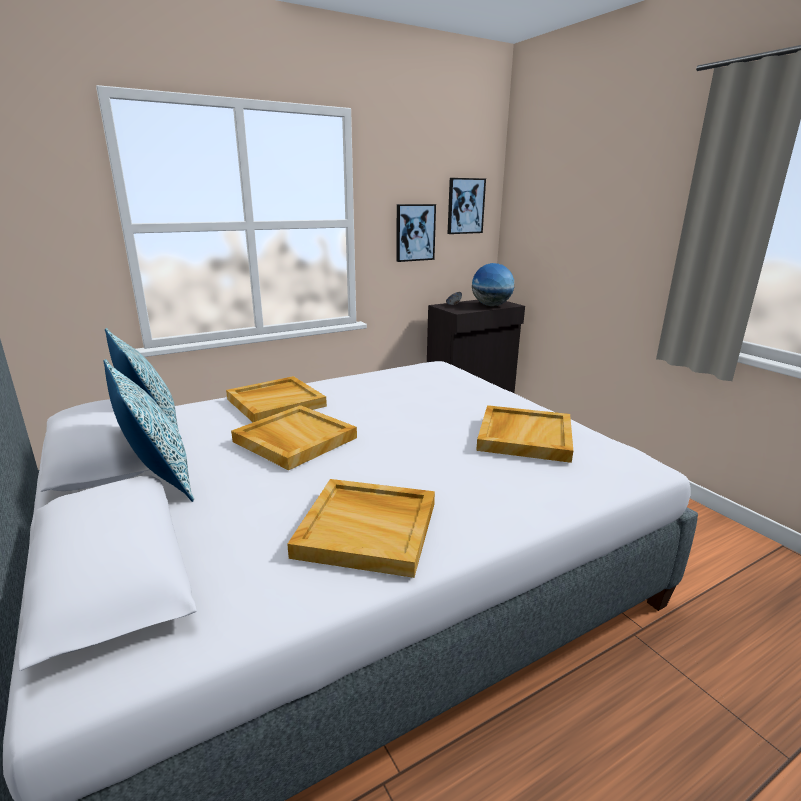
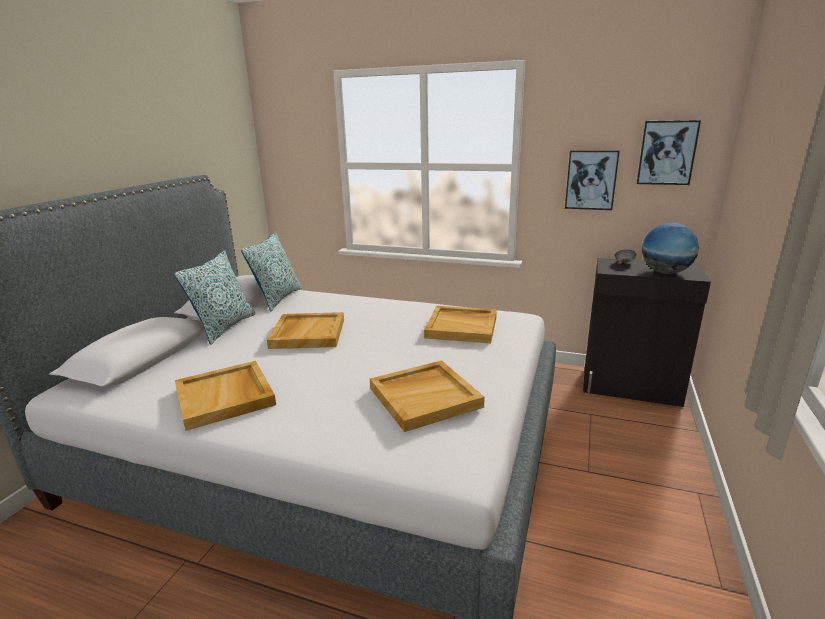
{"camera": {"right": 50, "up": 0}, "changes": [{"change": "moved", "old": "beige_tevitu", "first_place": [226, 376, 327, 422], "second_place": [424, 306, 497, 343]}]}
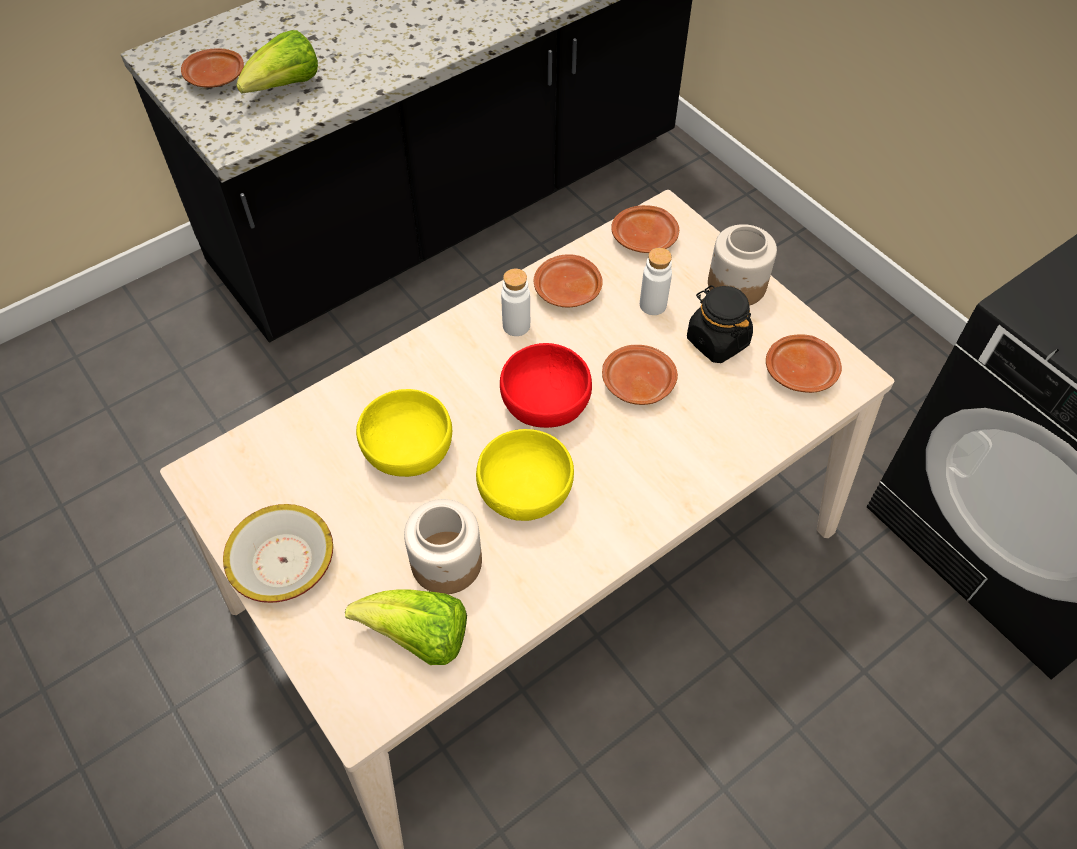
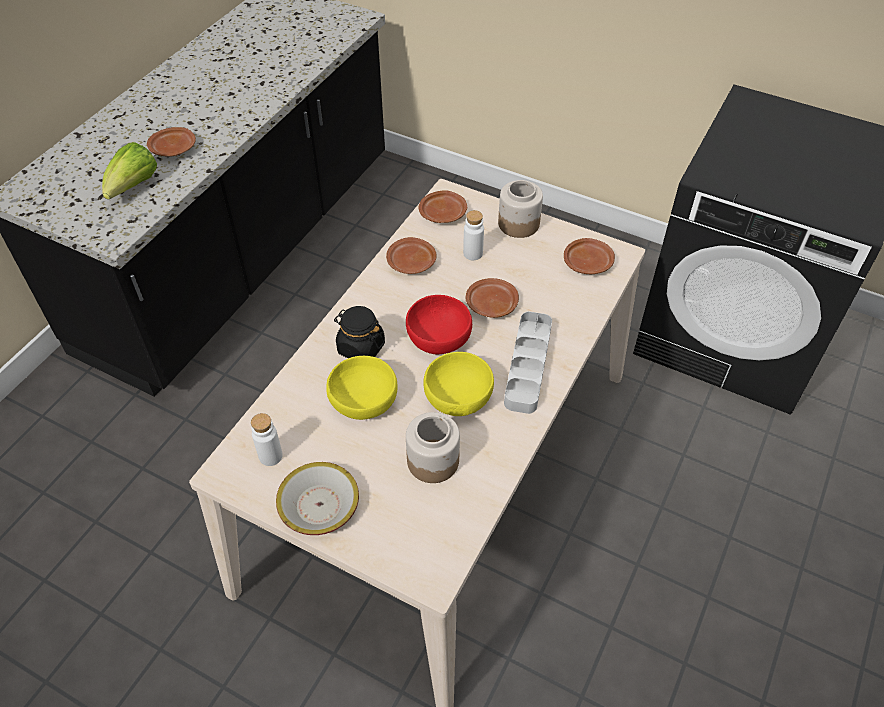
{"camera": {"right": -25, "up": -5}, "changes": [{"change": "moved", "old": "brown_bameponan", "first_place": [181, 48, 244, 88], "second_place": [147, 127, 196, 157]}, {"change": "removed", "old": "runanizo", "first_place": [345, 589, 467, 665]}, {"change": "moved", "old": "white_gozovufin", "first_place": [501, 269, 530, 336], "second_place": [251, 413, 283, 466]}, {"change": "moved", "old": "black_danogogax", "first_place": [687, 285, 753, 363], "second_place": [334, 306, 385, 358]}, {"change": "added", "new": "grey_tevitu", "second_place": [504, 311, 552, 414]}]}
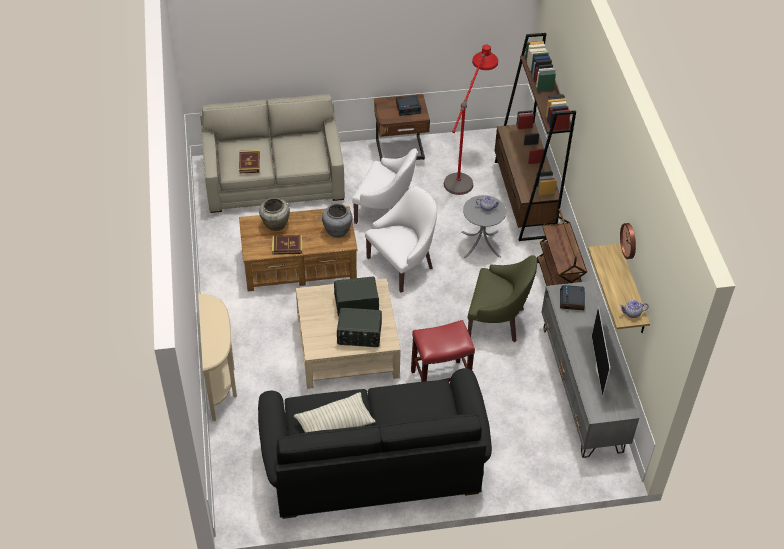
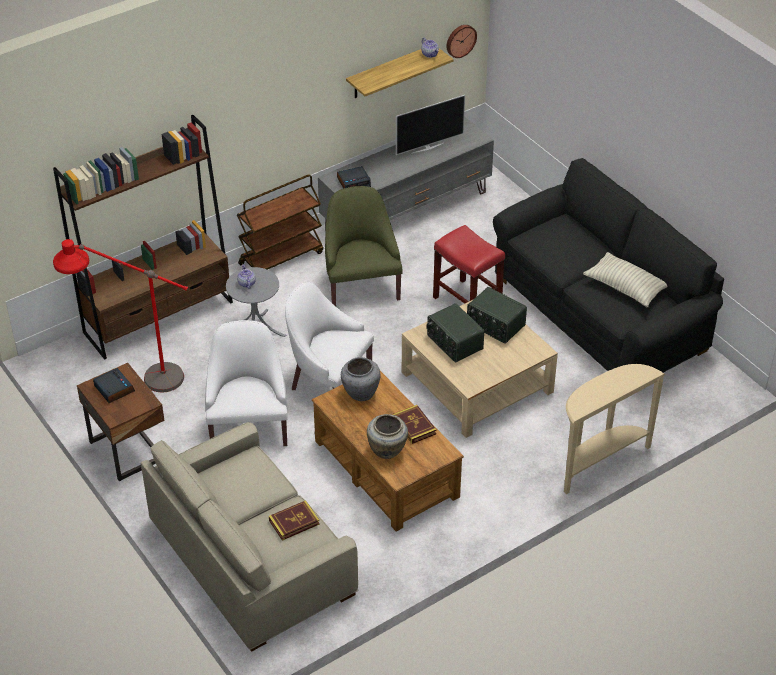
{"camera": {"right": -115, "up": -5}, "changes": [{"change": "turned", "old": "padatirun", "first_place": [337, 308, 382, 347], "second_place": [467, 287, 527, 344], "degrees": 150}, {"change": "moved", "old": "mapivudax", "first_place": [620, 223, 636, 259], "second_place": [447, 25, 477, 58]}]}
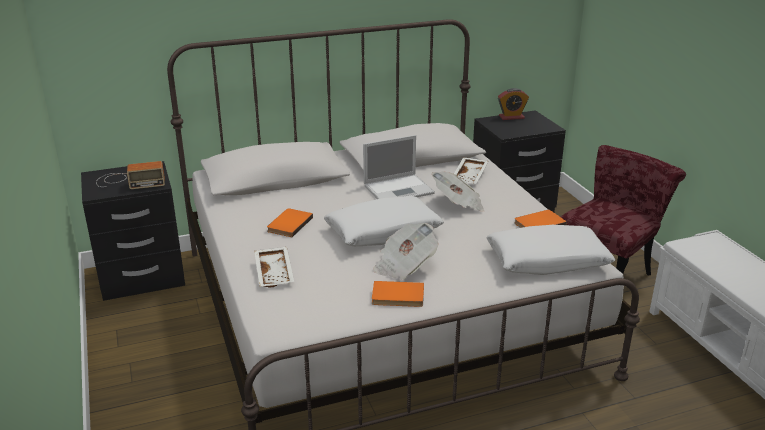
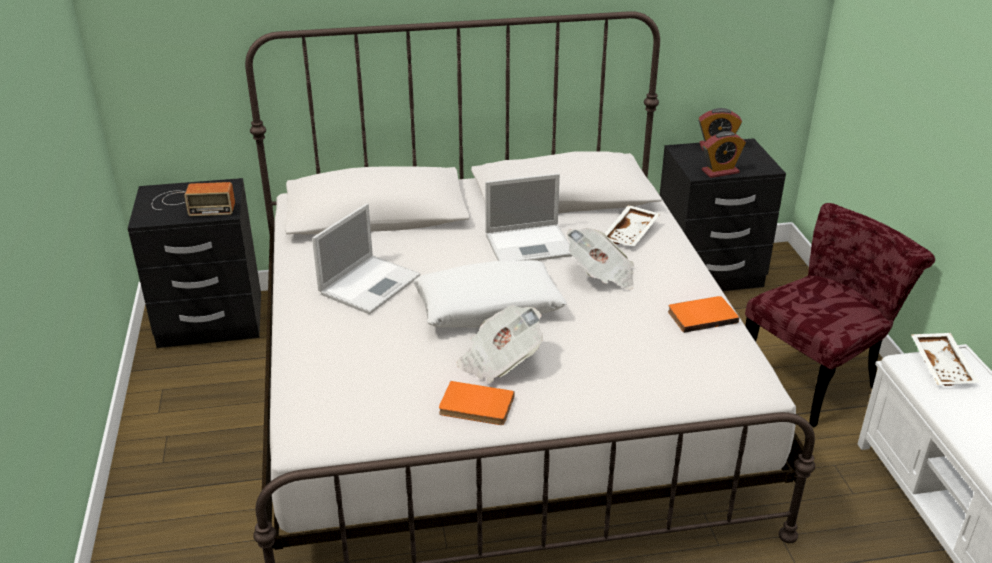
{"camera": {"right": 10, "up": 5}, "changes": [{"change": "moved", "old": "white_tevitu", "first_place": [254, 247, 294, 288], "second_place": [911, 333, 979, 386]}, {"change": "replaced", "old": "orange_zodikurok", "new": "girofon", "first_place": [267, 208, 313, 237], "second_place": [312, 203, 420, 314]}, {"change": "removed", "old": "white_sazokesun", "first_place": [486, 225, 615, 275]}, {"change": "added", "new": "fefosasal", "second_place": [702, 131, 746, 178]}]}
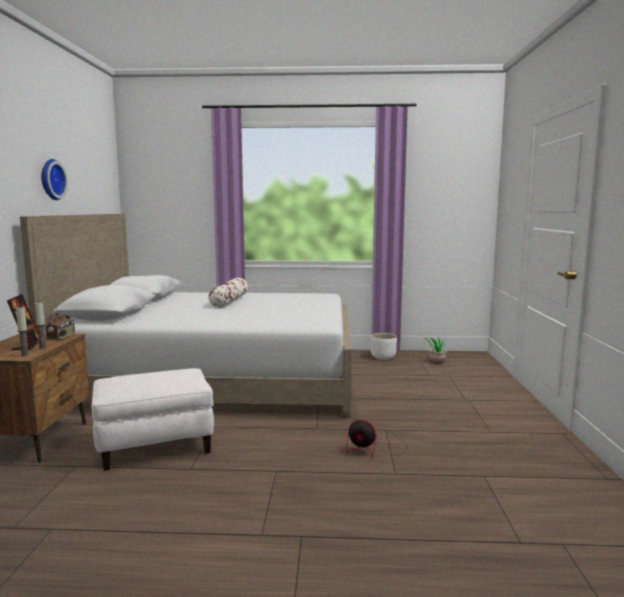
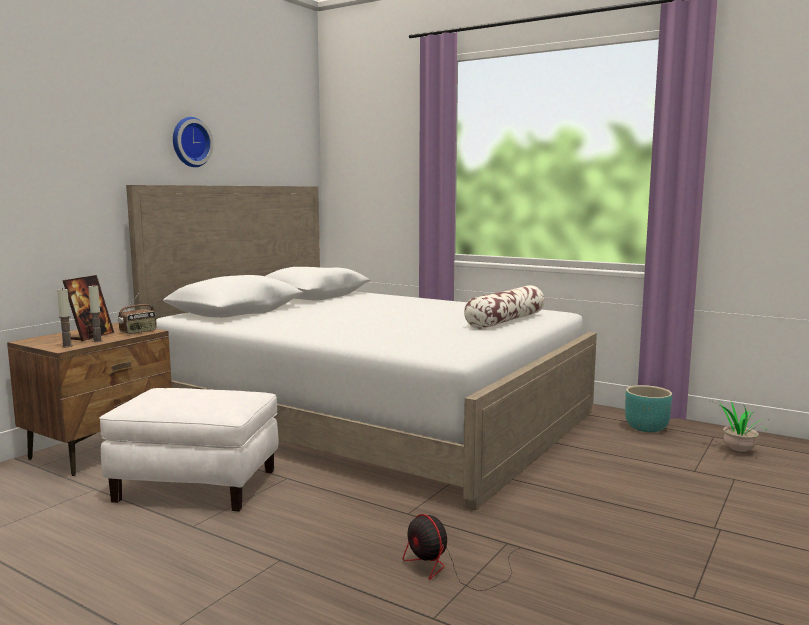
{"camera": {"right": 30, "up": 0}, "changes": [{"change": "moved", "old": "sazokesun", "first_place": [208, 278, 248, 308], "second_place": [464, 285, 545, 329]}, {"change": "recoloured", "old": "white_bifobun", "new": "turquoise_bifobun", "first_place": [371, 333, 397, 360], "second_place": [625, 385, 672, 432]}]}
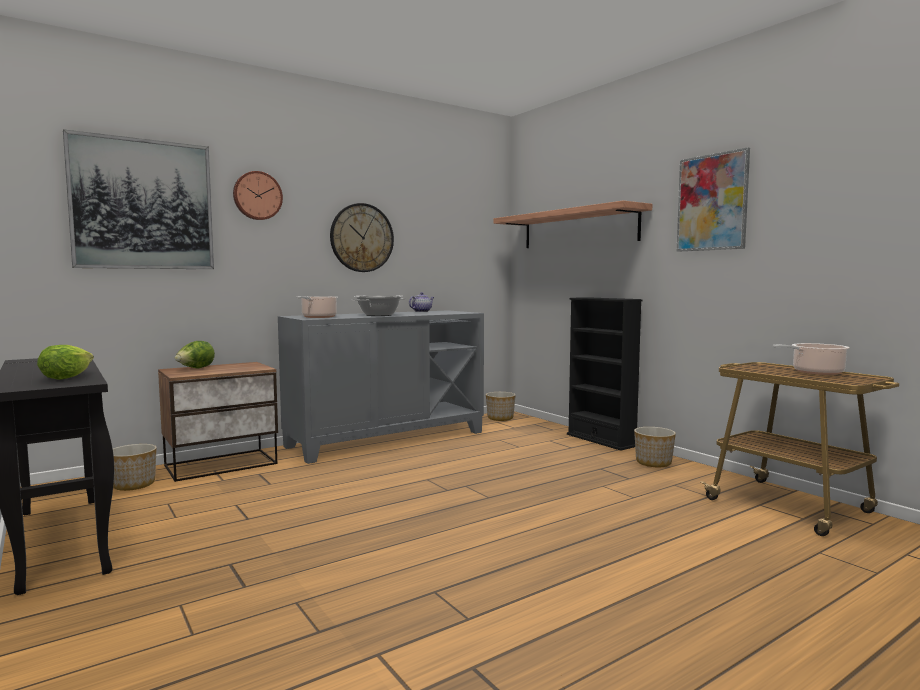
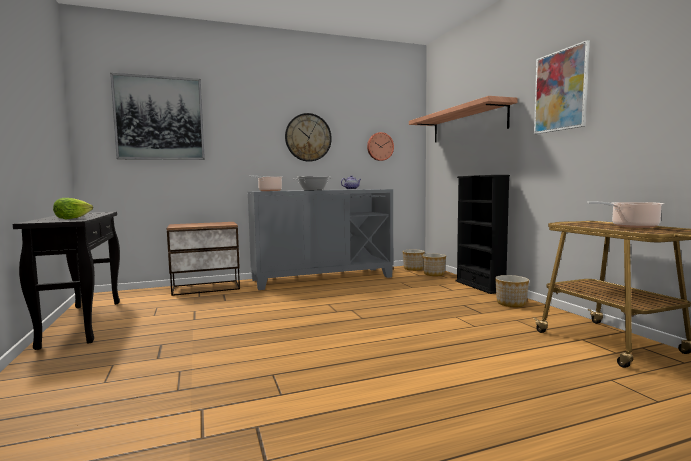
{"camera": {"right": 15, "up": 0}, "changes": [{"change": "moved", "old": "bifobun", "first_place": [113, 444, 157, 491], "second_place": [422, 253, 446, 276]}, {"change": "removed", "old": "runanizo", "first_place": [175, 341, 215, 368]}, {"change": "moved", "old": "mapivudax", "first_place": [233, 171, 283, 220], "second_place": [367, 132, 394, 161]}]}
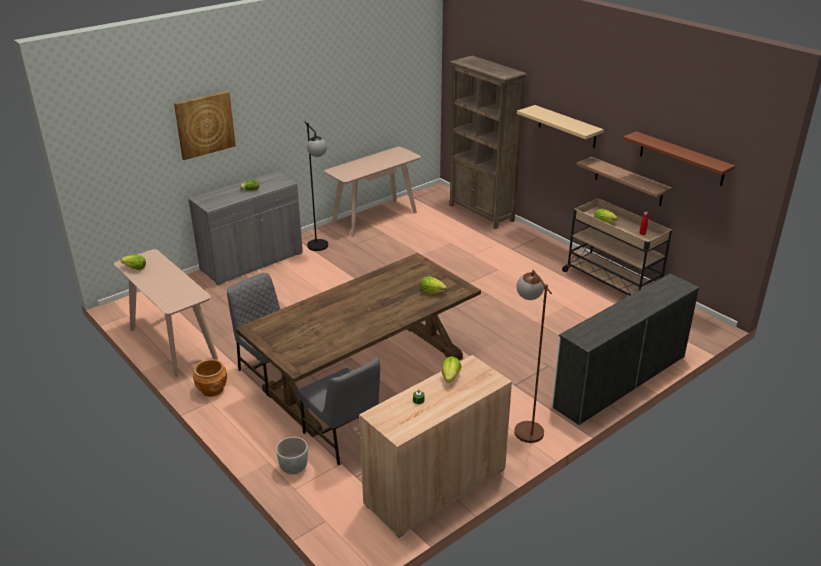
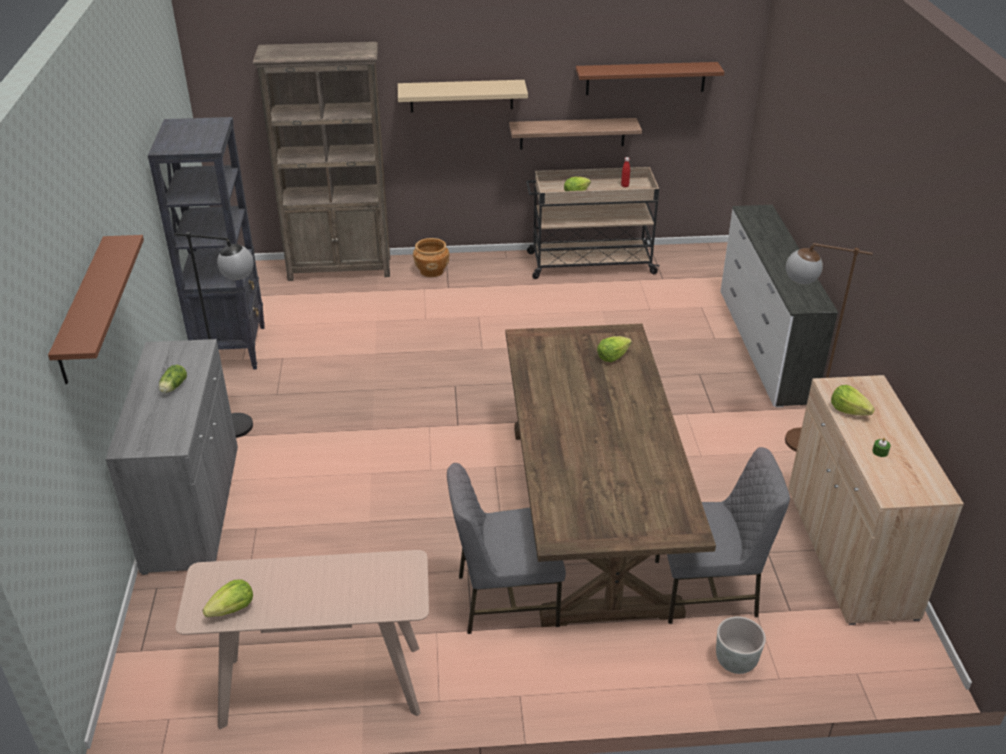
{"camera": {"right": -55, "up": 5}, "changes": [{"change": "replaced", "old": "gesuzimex", "new": "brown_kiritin", "first_place": [174, 91, 236, 160], "second_place": [48, 235, 144, 384]}, {"change": "moved", "old": "brown_bifobun", "first_place": [193, 359, 227, 397], "second_place": [413, 238, 449, 277]}, {"change": "replaced", "old": "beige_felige", "new": "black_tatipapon", "first_place": [324, 147, 421, 237], "second_place": [148, 117, 265, 370]}]}
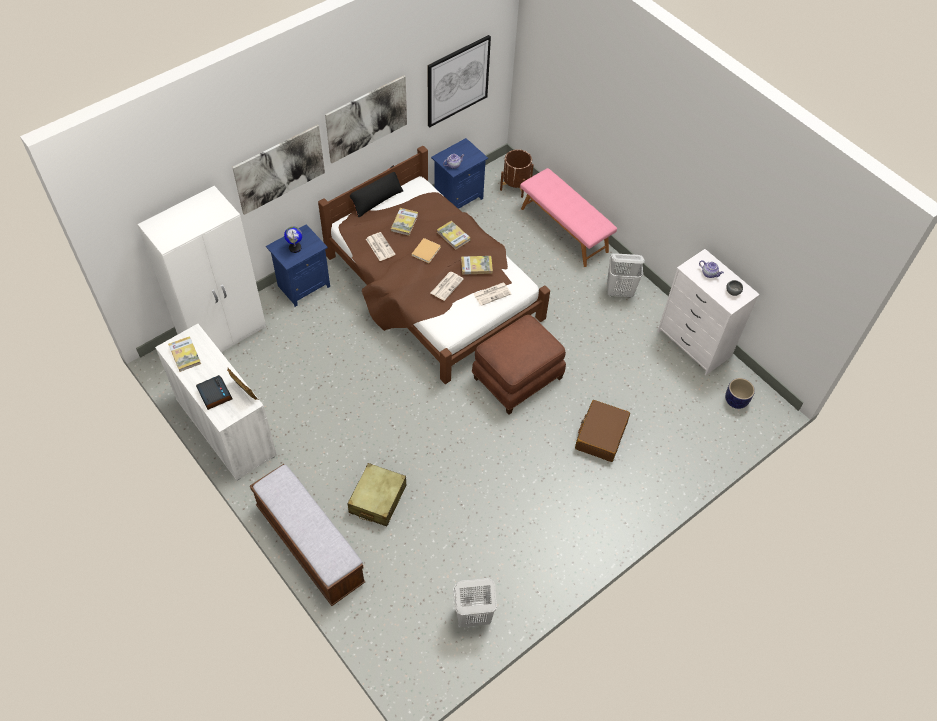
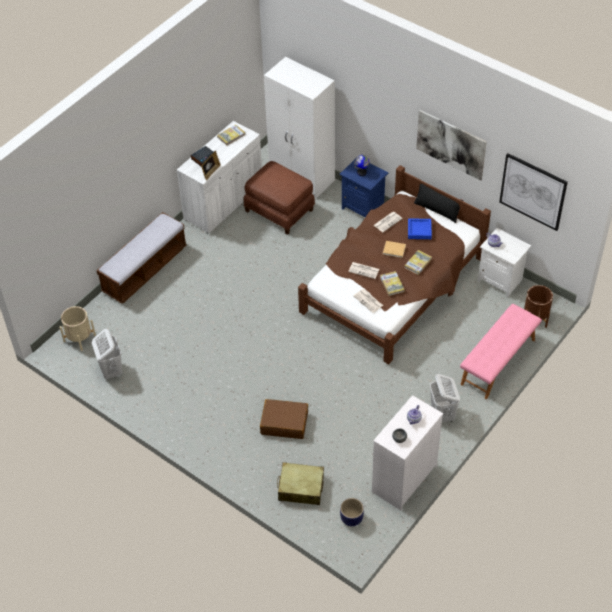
{"camera": {"right": 80, "up": -5}, "changes": [{"change": "removed", "old": "gesuzimex", "first_place": [232, 125, 325, 215]}, {"change": "moved", "old": "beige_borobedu", "first_place": [347, 463, 407, 526], "second_place": [277, 462, 324, 505]}, {"change": "replaced", "old": "zodikurok", "new": "blue_tevitu", "first_place": [391, 208, 418, 236], "second_place": [408, 218, 432, 239]}, {"change": "recoloured", "old": "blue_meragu", "new": "white_meragu", "first_place": [431, 138, 488, 209], "second_place": [478, 228, 531, 297]}, {"change": "moved", "old": "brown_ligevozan", "first_place": [472, 315, 566, 415], "second_place": [244, 161, 315, 235]}, {"change": "added", "new": "beige_bifobun", "second_place": [60, 306, 96, 351]}]}
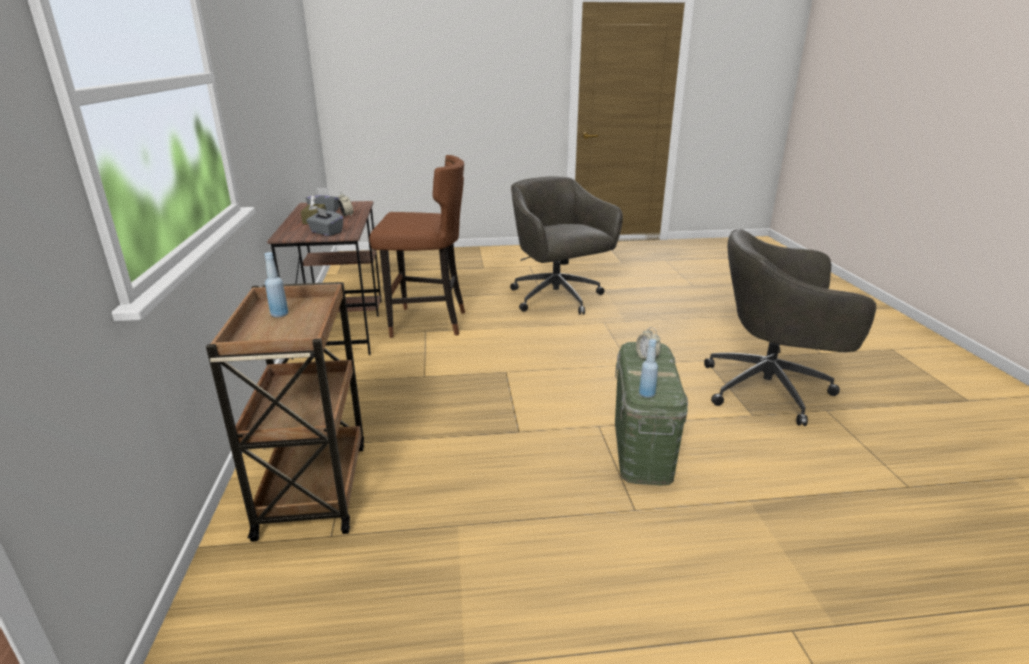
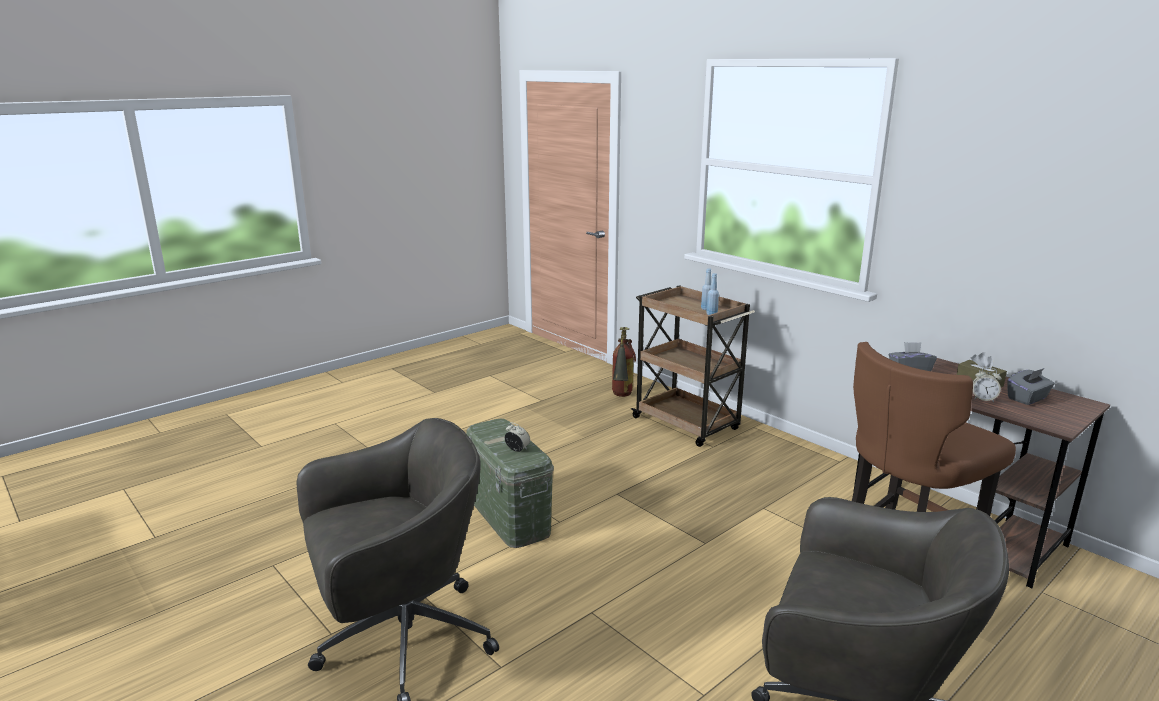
{"camera": {"right": 145, "up": -5}, "changes": [{"change": "moved", "old": "blue_gozovufin", "first_place": [639, 339, 658, 398], "second_place": [706, 273, 719, 315]}, {"change": "added", "new": "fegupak", "second_place": [612, 327, 636, 397]}]}
